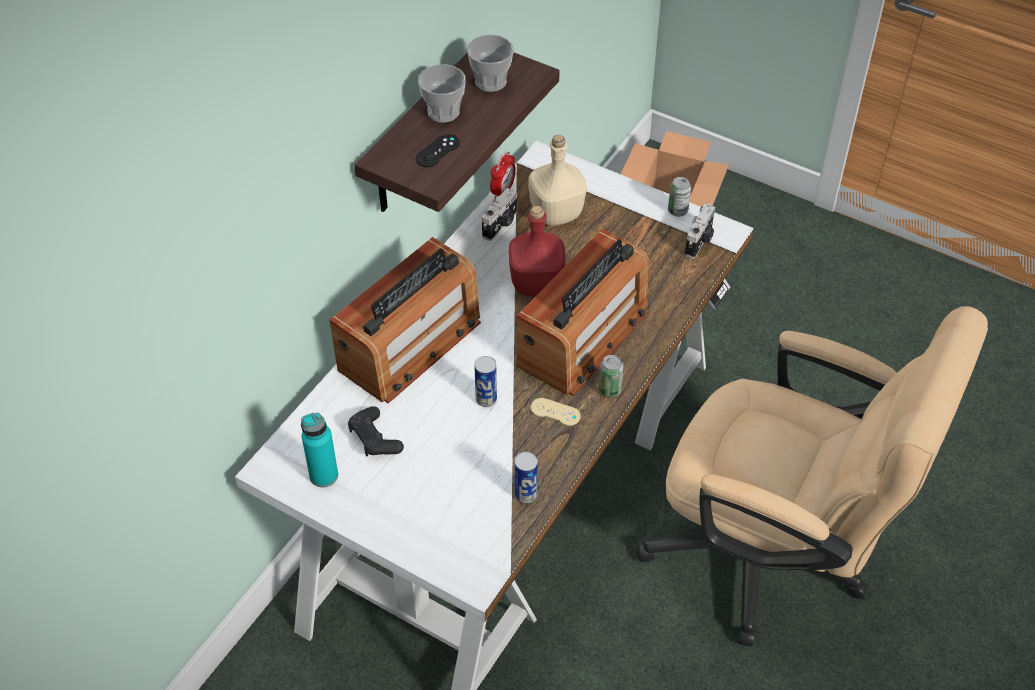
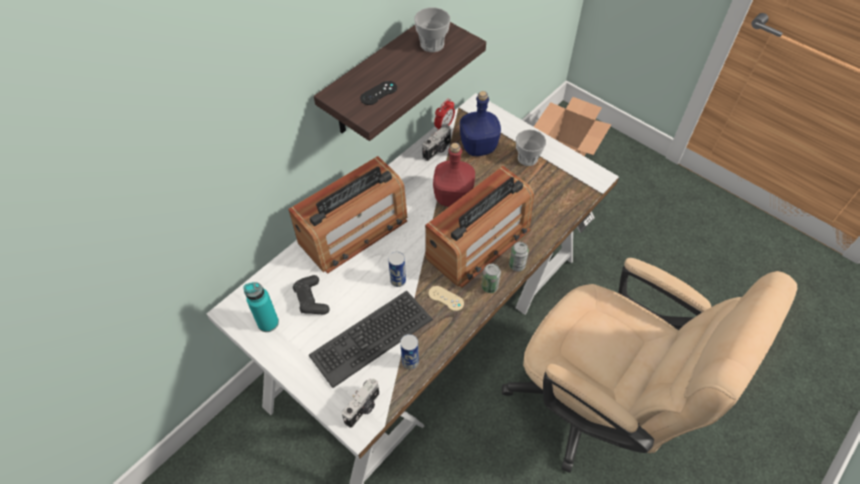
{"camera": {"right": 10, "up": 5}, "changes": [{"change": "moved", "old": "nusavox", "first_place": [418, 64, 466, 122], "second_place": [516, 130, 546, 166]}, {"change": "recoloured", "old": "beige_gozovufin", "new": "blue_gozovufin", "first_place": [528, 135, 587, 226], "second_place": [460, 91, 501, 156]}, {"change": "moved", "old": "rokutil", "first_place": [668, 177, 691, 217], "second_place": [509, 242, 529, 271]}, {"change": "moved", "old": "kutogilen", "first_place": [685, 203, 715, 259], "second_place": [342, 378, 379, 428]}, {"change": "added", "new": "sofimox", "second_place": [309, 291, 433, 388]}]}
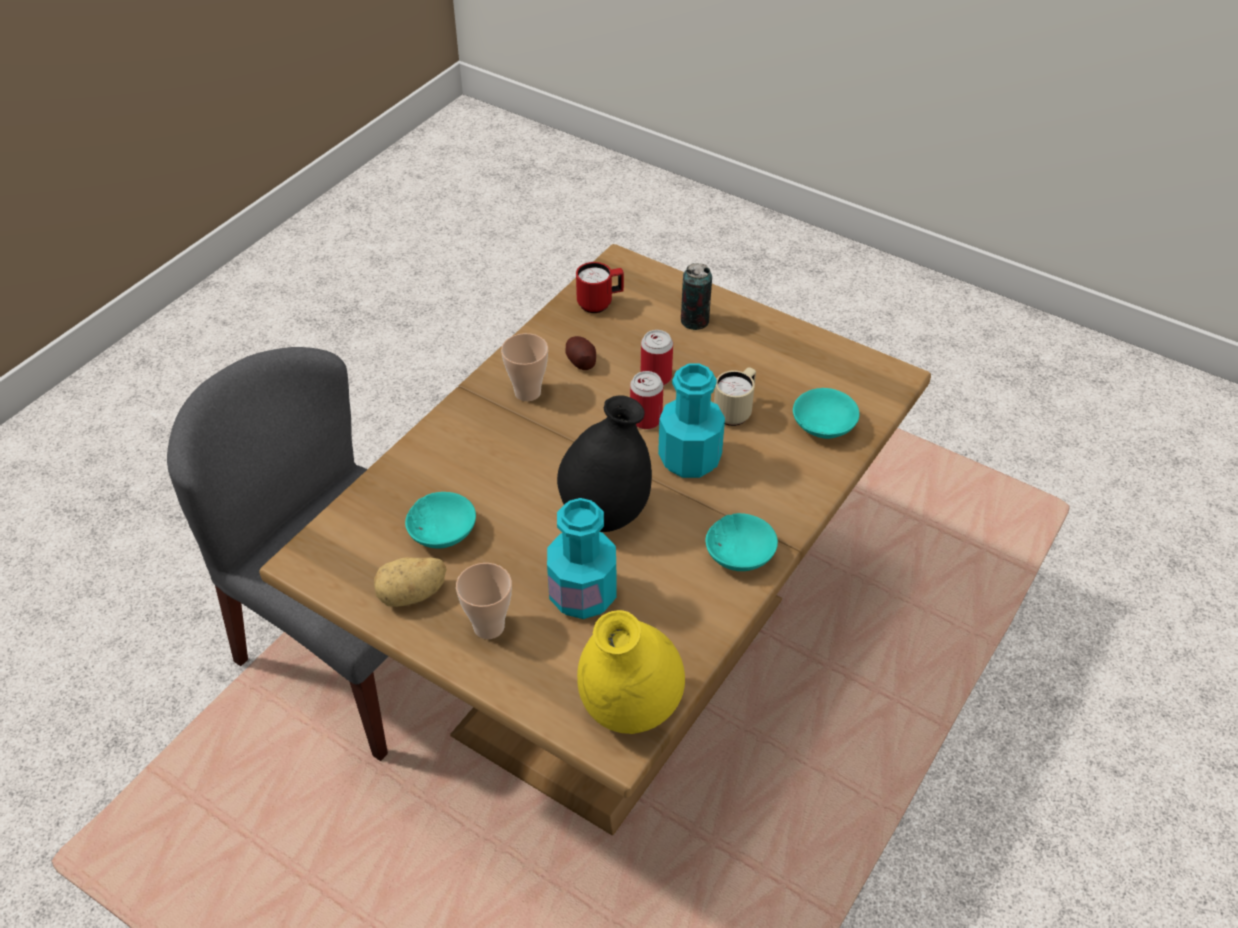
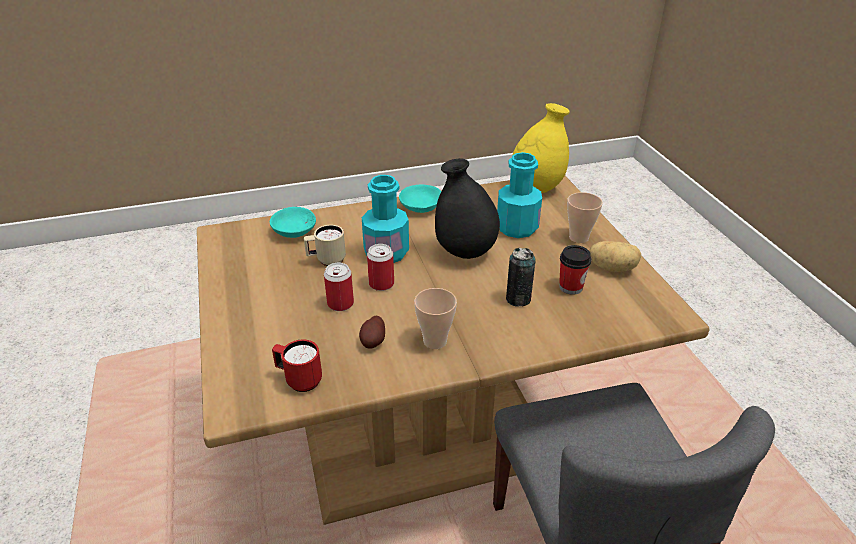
{"camera": {"right": -140, "up": -10}, "changes": [{"change": "replaced", "old": "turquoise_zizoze", "new": "nusavox", "first_place": [405, 492, 476, 548], "second_place": [559, 245, 591, 295]}, {"change": "moved", "old": "rokutil", "first_place": [681, 263, 712, 330], "second_place": [506, 247, 536, 306]}]}
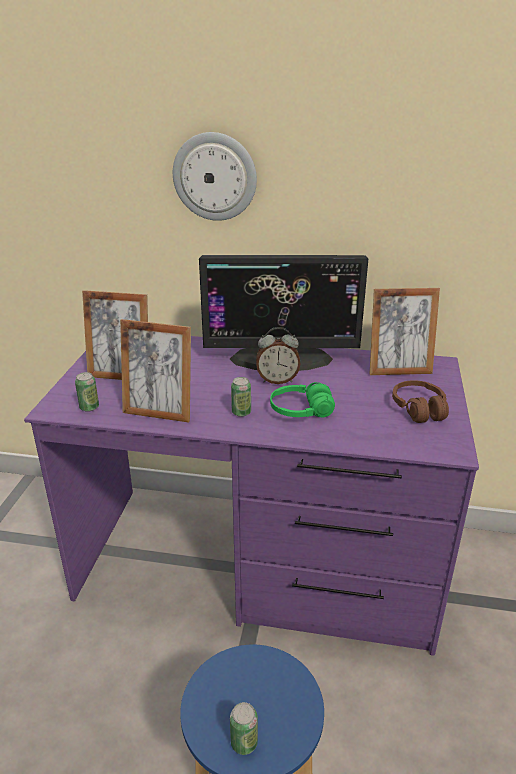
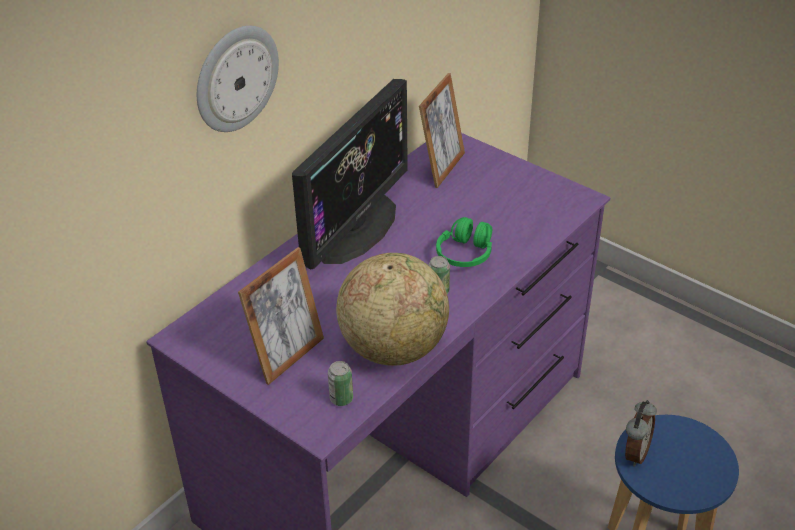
{"camera": {"right": -60, "up": 10}, "changes": [{"change": "replaced", "old": "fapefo", "new": "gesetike", "first_place": [120, 319, 191, 423], "second_place": [336, 253, 449, 366]}, {"change": "removed", "old": "rokutil", "first_place": [230, 702, 258, 755]}, {"change": "moved", "old": "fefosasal", "first_place": [256, 327, 301, 384], "second_place": [625, 400, 657, 467]}, {"change": "removed", "old": "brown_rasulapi", "first_place": [392, 380, 449, 423]}]}
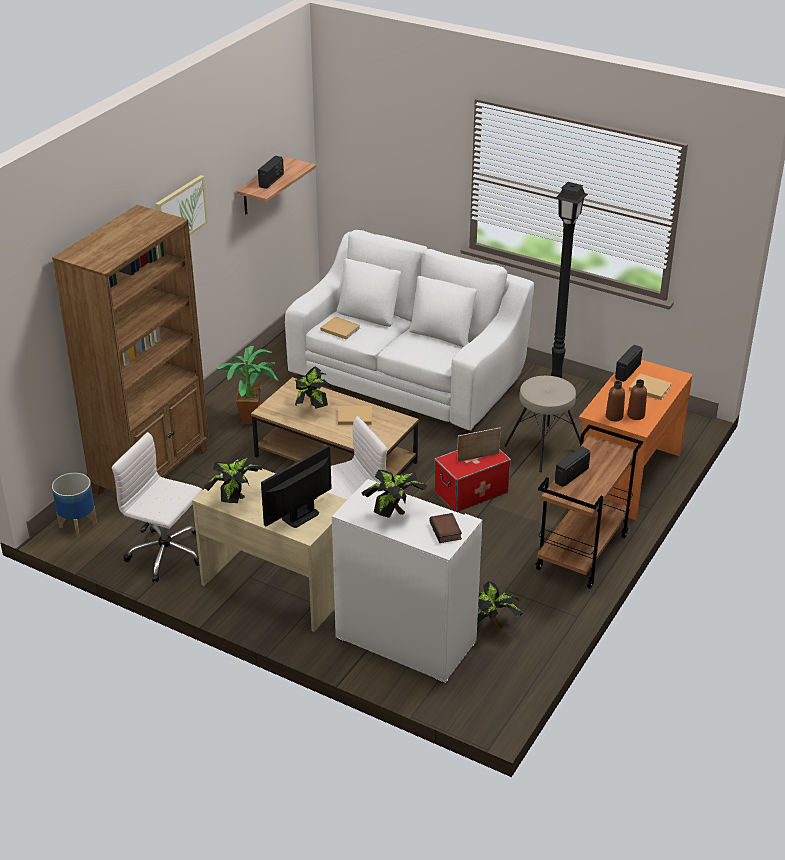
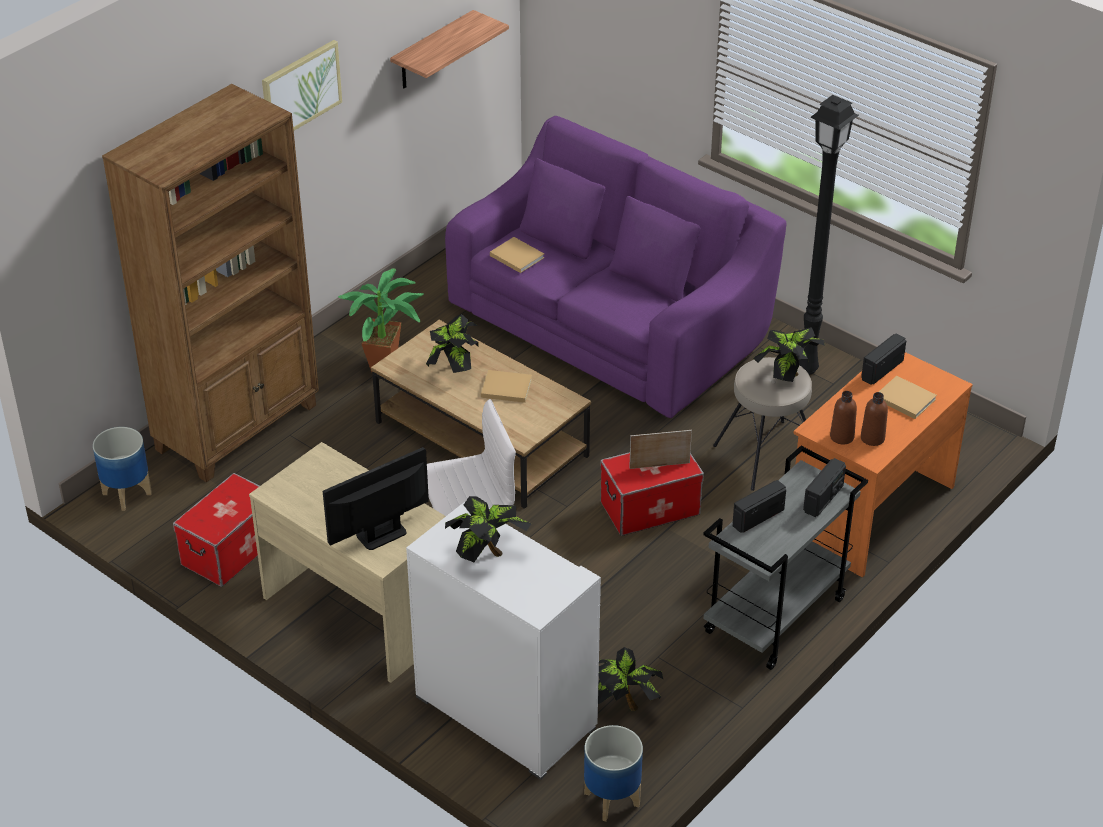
{"camera": {"right": 10, "up": 5}, "changes": [{"change": "replaced", "old": "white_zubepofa", "new": "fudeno", "first_place": [112, 432, 203, 582], "second_place": [173, 473, 260, 587]}, {"change": "moved", "old": "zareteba", "first_place": [203, 456, 262, 503], "second_place": [753, 327, 825, 382]}, {"change": "moved", "old": "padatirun", "first_place": [258, 156, 284, 189], "second_place": [803, 458, 846, 517]}, {"change": "recoloured", "old": "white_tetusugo", "new": "purple_tetusugo", "first_place": [285, 230, 534, 432], "second_place": [445, 116, 787, 418]}, {"change": "removed", "old": "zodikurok", "first_place": [429, 513, 462, 543]}, {"change": "recoloured", "old": "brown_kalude", "new": "grey_kalude", "first_place": [535, 425, 643, 589], "second_place": [703, 446, 868, 670]}, {"change": "added", "new": "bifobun", "second_place": [584, 725, 643, 822]}]}
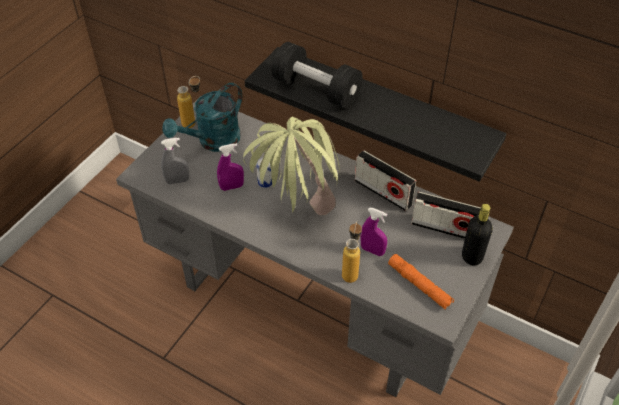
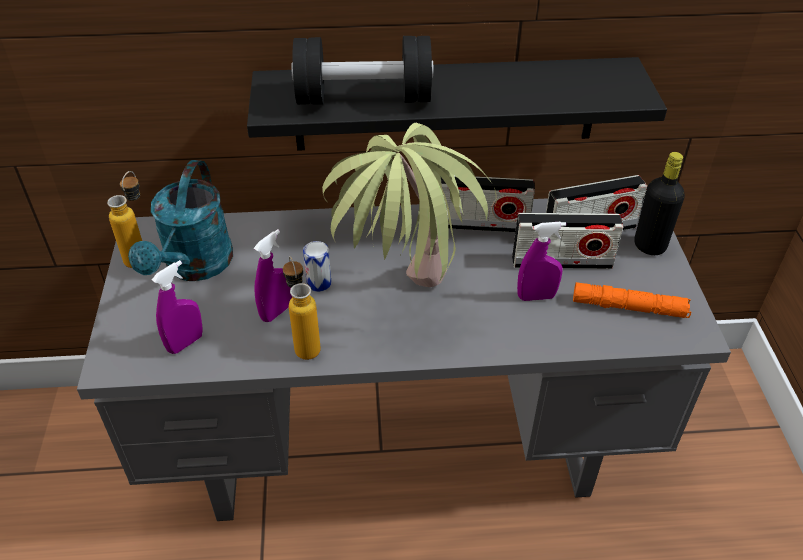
{"camera": {"right": -35, "up": -5}, "changes": [{"change": "recoloured", "old": "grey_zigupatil", "new": "purple_zigupatil", "first_place": [161, 138, 189, 184], "second_place": [152, 260, 203, 354]}, {"change": "moved", "old": "gozovufin", "first_place": [342, 221, 362, 283], "second_place": [283, 256, 321, 360]}, {"change": "added", "new": "padatirun", "second_place": [512, 213, 623, 269]}]}
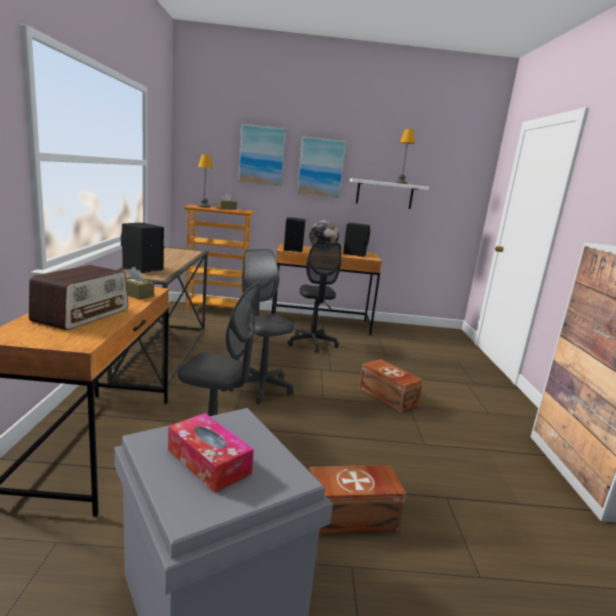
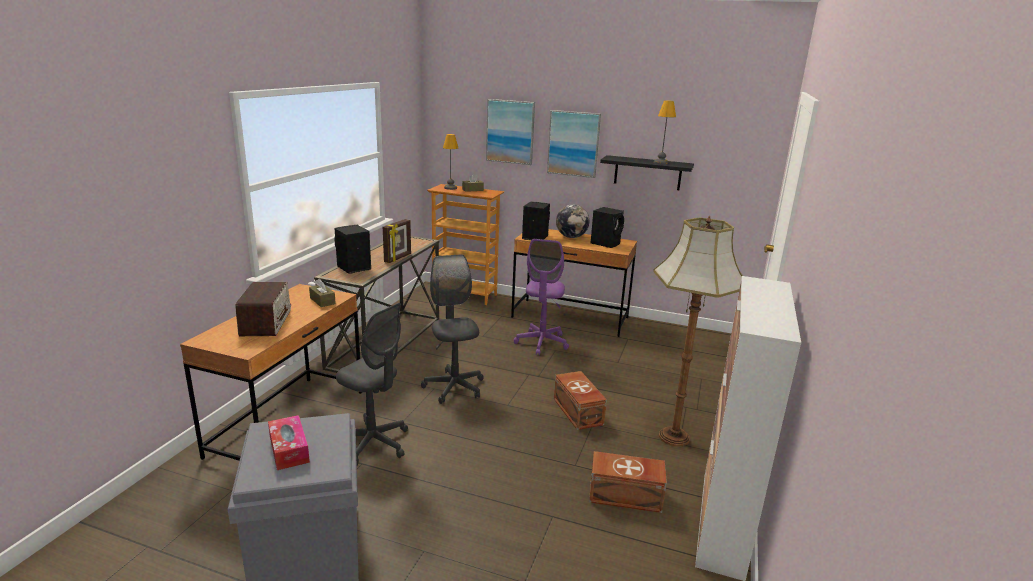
{"camera": {"right": 20, "up": 5}, "changes": [{"change": "turned", "old": "padatirun", "first_place": [29, 265, 128, 330], "second_place": [235, 282, 291, 336], "degrees": -45}, {"change": "recoloured", "old": "black_zubepofa", "new": "purple_zubepofa", "first_place": [288, 241, 341, 354], "second_place": [514, 239, 569, 355]}, {"change": "moved", "old": "brown_fudeno", "first_place": [309, 465, 406, 534], "second_place": [589, 451, 667, 513]}, {"change": "recoloured", "old": "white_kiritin", "new": "black_kiritin", "first_place": [350, 178, 429, 209], "second_place": [600, 155, 694, 190]}, {"change": "added", "new": "fapefo", "second_place": [383, 219, 411, 263]}, {"change": "added", "new": "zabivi", "second_place": [653, 215, 743, 447]}]}
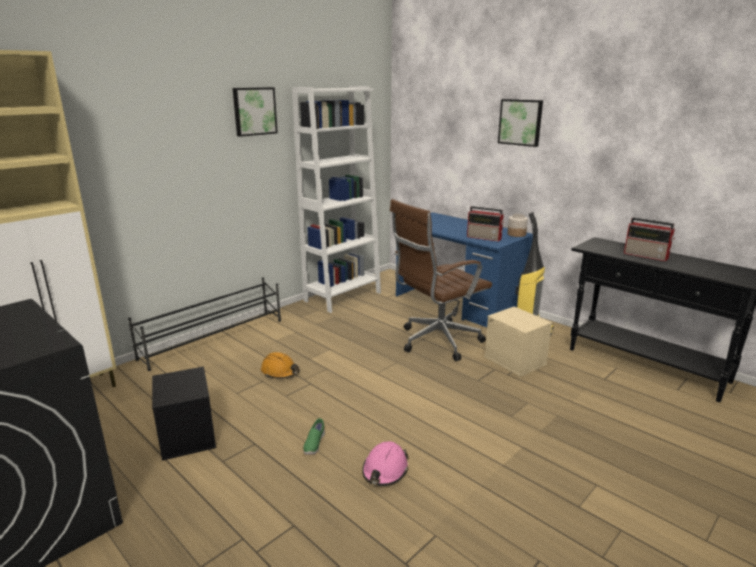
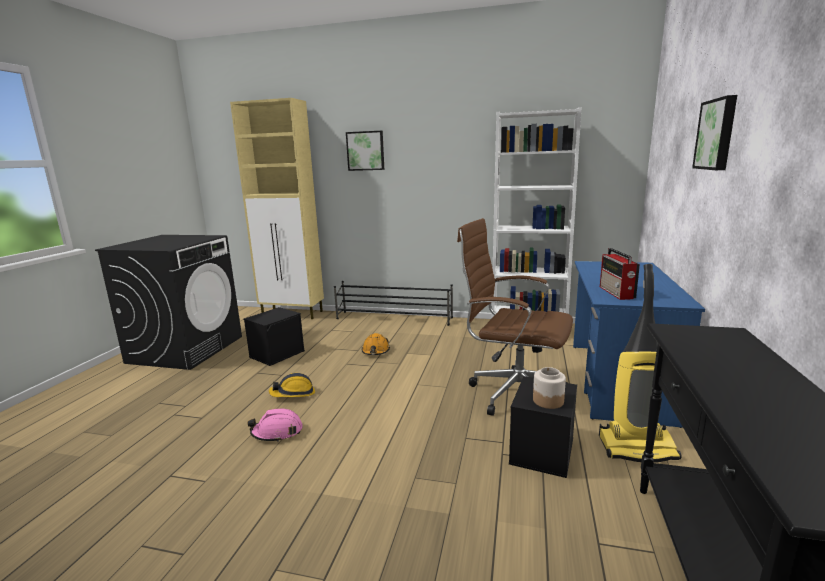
{"camera": {"right": 60, "up": -5}, "changes": [{"change": "moved", "old": "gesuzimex", "first_place": [233, 87, 278, 137], "second_place": [346, 131, 384, 171]}, {"change": "replaced", "old": "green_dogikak", "new": "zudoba", "first_place": [303, 418, 325, 455], "second_place": [269, 373, 315, 397]}, {"change": "recoloured", "old": "beige_fudeno", "new": "black_fudeno", "first_place": [484, 306, 552, 377], "second_place": [509, 376, 577, 478]}, {"change": "moved", "old": "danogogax", "first_place": [508, 214, 528, 237], "second_place": [533, 367, 566, 409]}, {"change": "removed", "old": "padatirun", "first_place": [624, 218, 675, 261]}]}
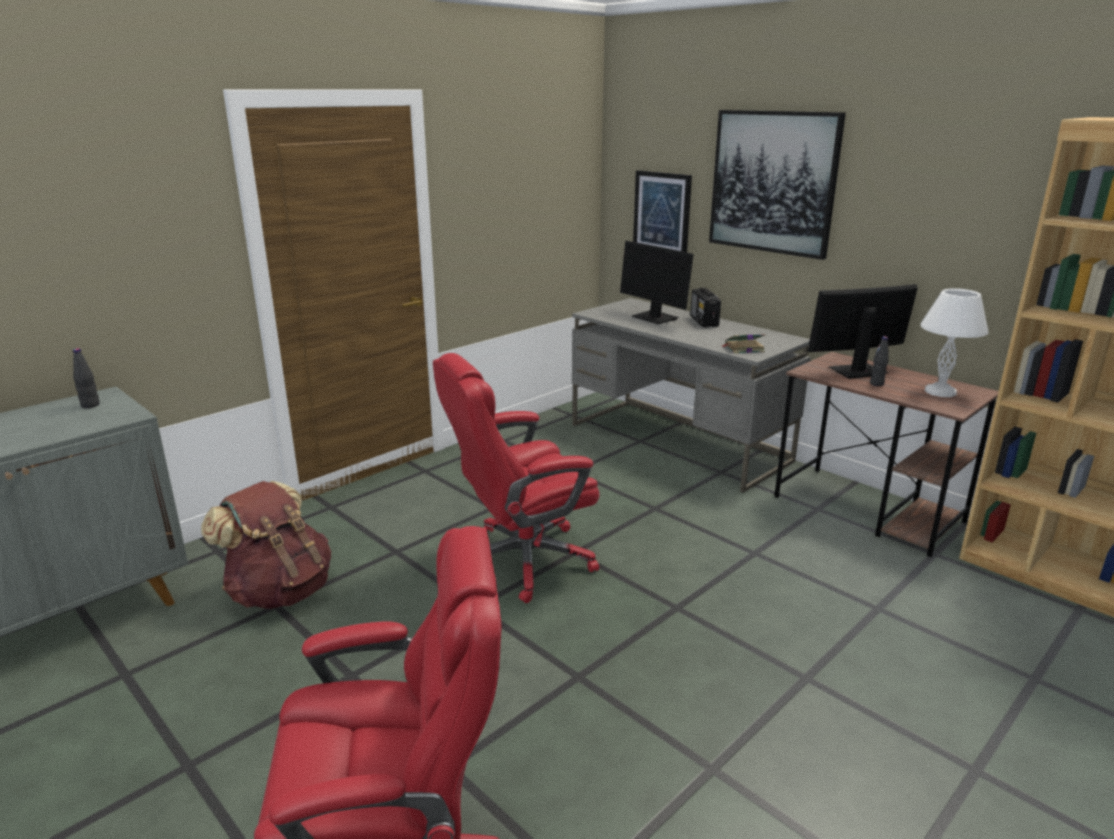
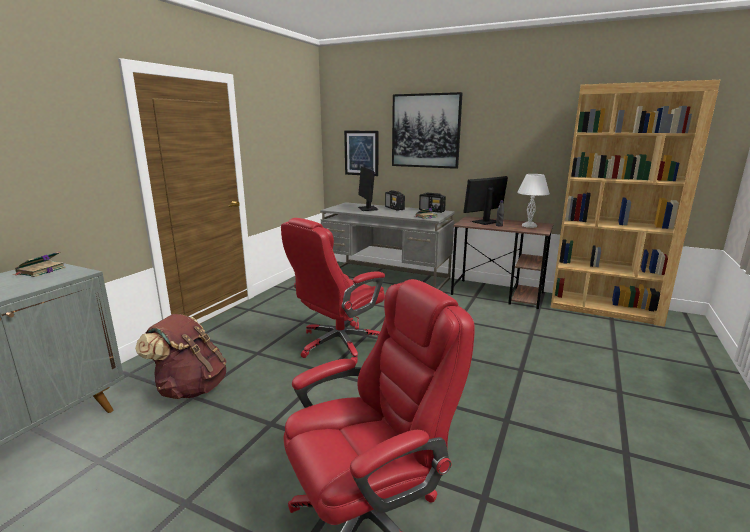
{"camera": {"right": -20, "up": -5}, "changes": [{"change": "replaced", "old": "black_gozovufin", "new": "zodikurok", "first_place": [73, 348, 100, 408], "second_place": [13, 251, 66, 277]}, {"change": "turned", "old": "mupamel", "first_place": [620, 241, 694, 324], "second_place": [358, 167, 378, 211], "degrees": 45}, {"change": "added", "new": "padatirun", "second_place": [419, 193, 446, 213]}]}
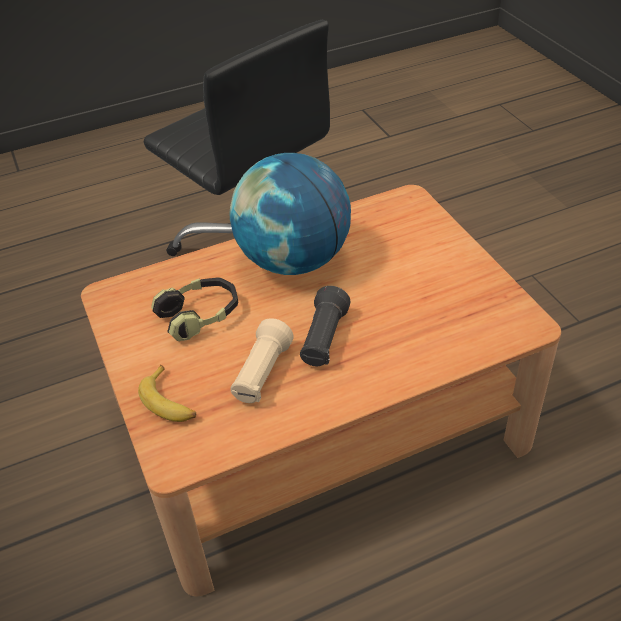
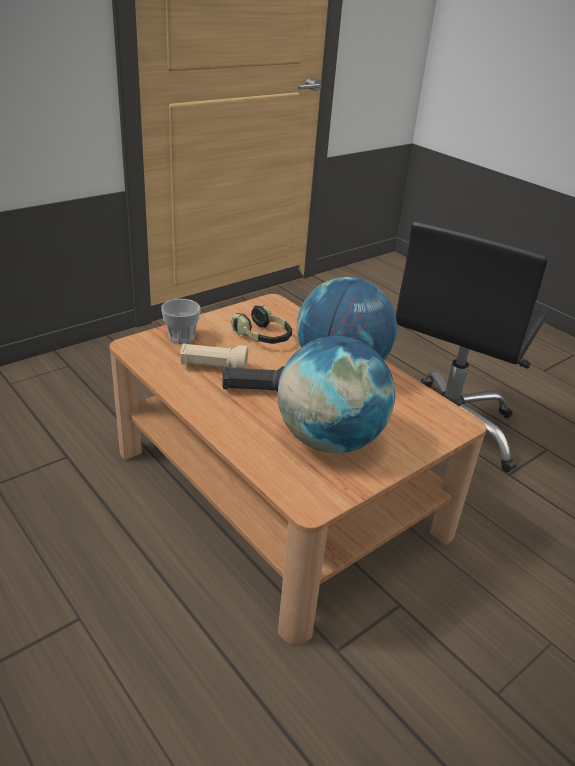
{"camera": {"right": 70, "up": -10}, "changes": [{"change": "replaced", "old": "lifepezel", "new": "nusavox", "first_place": [138, 365, 196, 422], "second_place": [161, 299, 201, 344]}, {"change": "added", "new": "gesetike", "second_place": [278, 336, 395, 453]}]}
